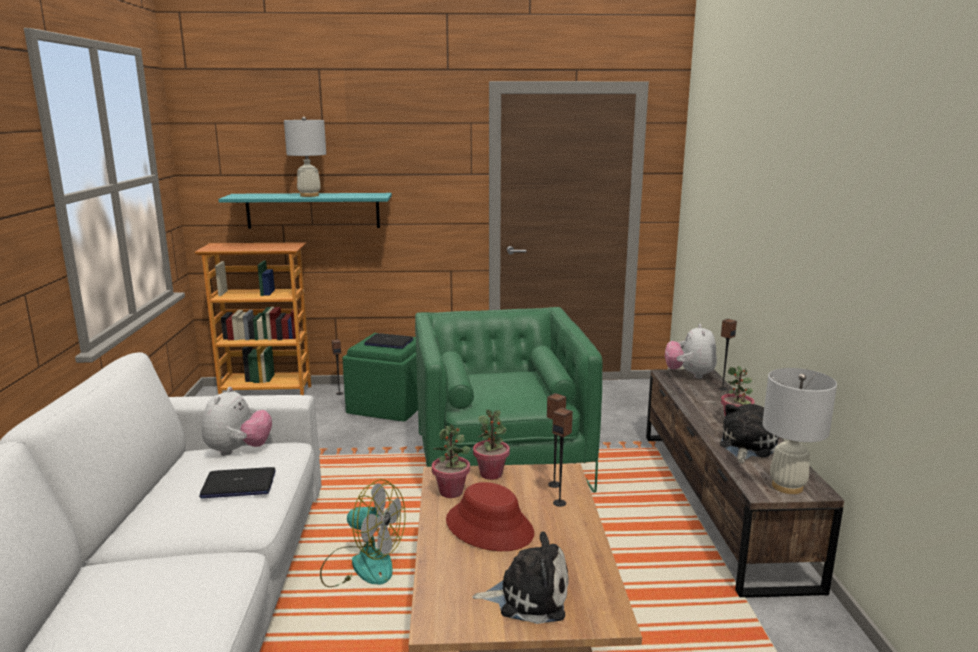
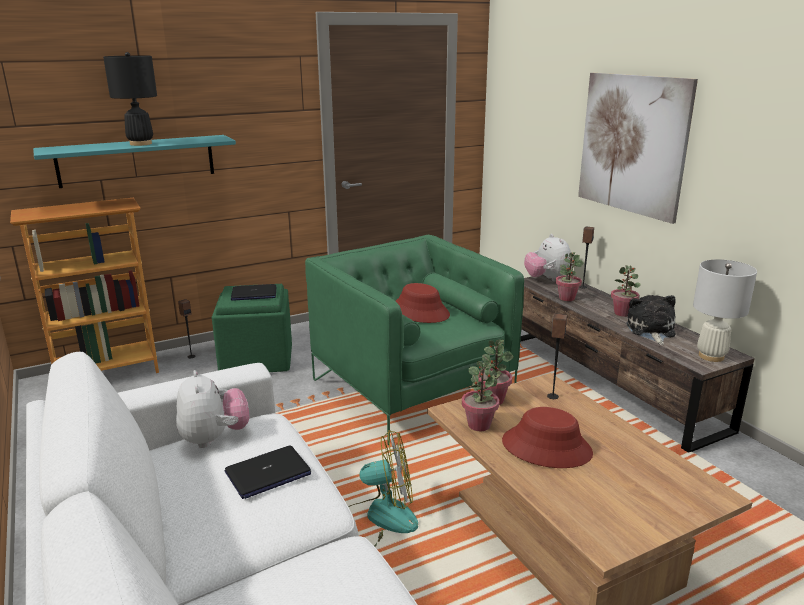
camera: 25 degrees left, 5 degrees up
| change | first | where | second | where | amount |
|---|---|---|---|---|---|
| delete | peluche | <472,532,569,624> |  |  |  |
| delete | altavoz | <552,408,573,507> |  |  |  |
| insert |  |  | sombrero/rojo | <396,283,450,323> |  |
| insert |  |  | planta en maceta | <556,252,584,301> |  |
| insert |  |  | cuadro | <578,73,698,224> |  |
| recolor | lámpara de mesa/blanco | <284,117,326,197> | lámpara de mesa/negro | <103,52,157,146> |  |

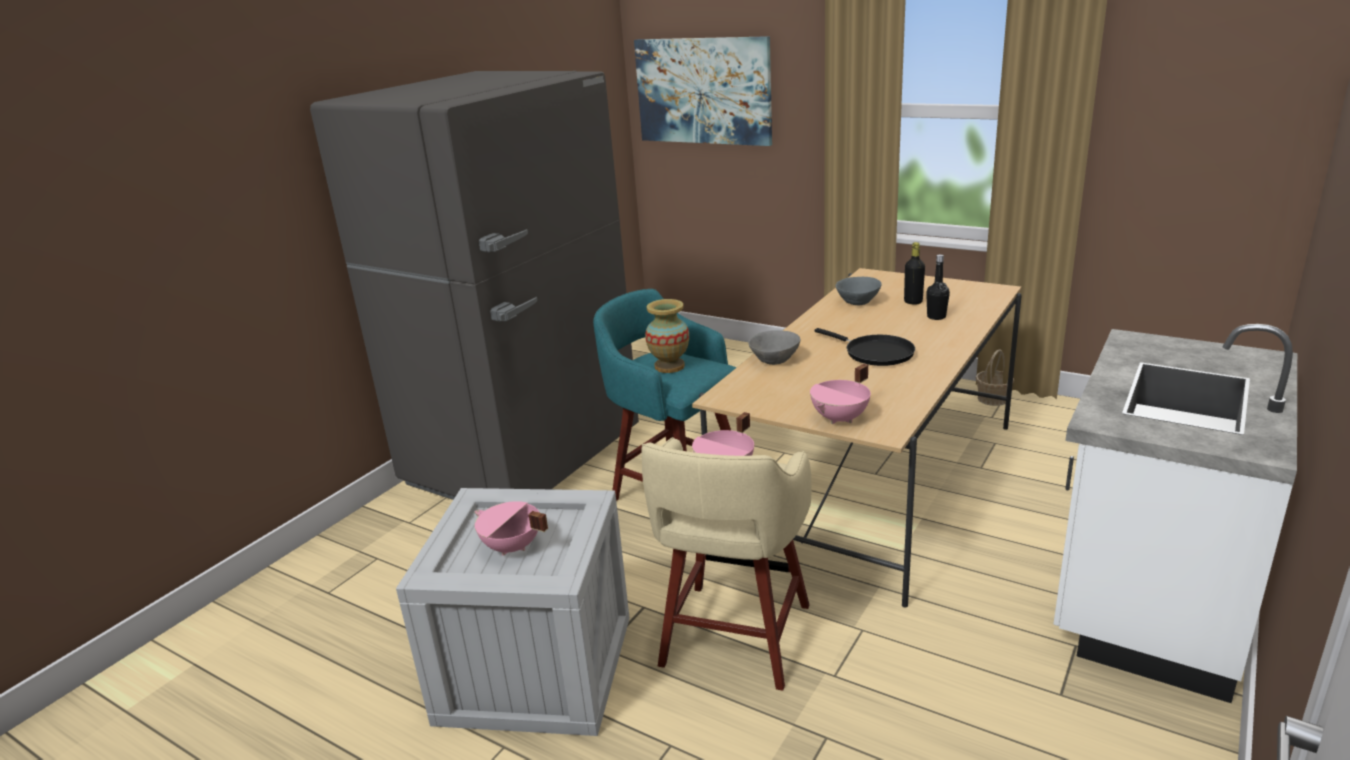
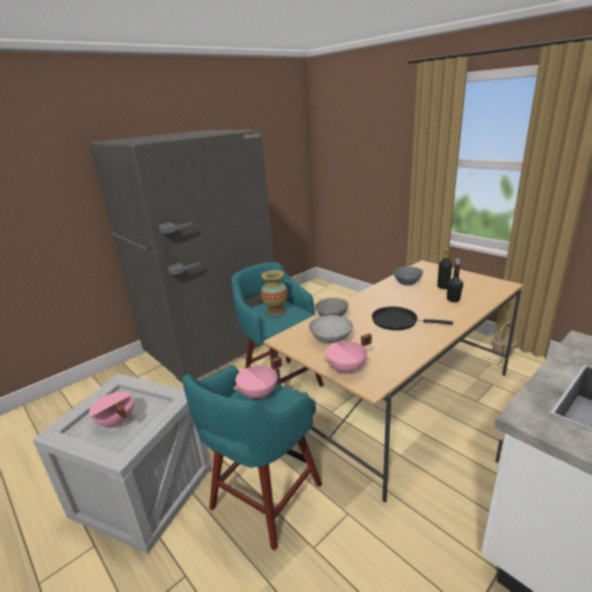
camera: 15 degrees right, 0 degrees up
| change | first | where | second | where | amount |
|---|---|---|---|---|---|
| delete | cuadro | <634,36,772,146> |  |  |  |
| insert |  |  | cuenco/gris | <309,315,353,343> |  |
| recolor | taburete/beis | <641,437,812,691> | taburete/turquesa | <182,365,322,551> |  |
| rotate | sartén/negro | <815,328,915,366> |  | <372,306,453,330> | 135 degrees clockwise |

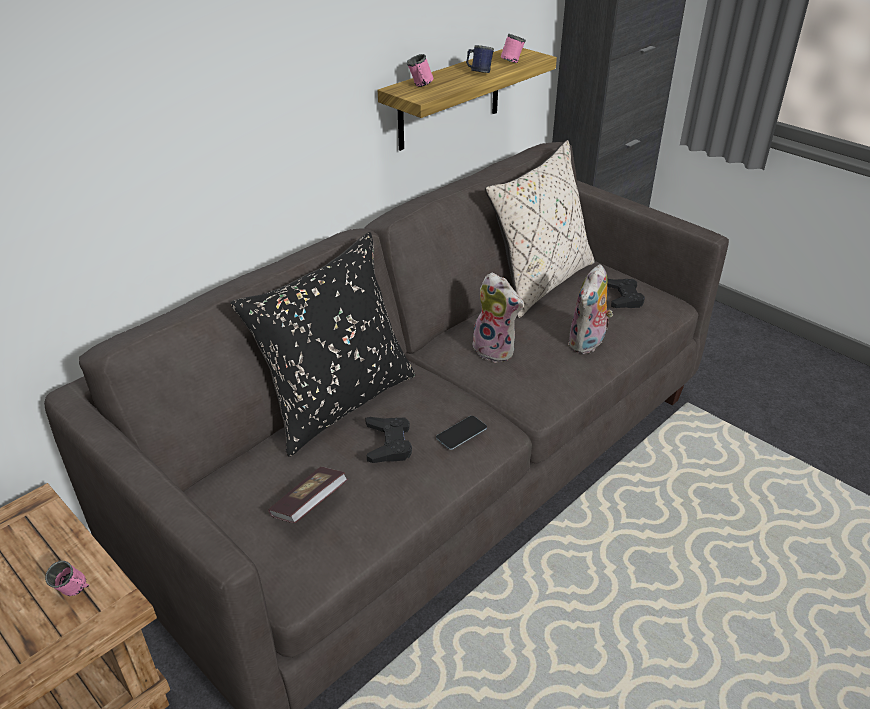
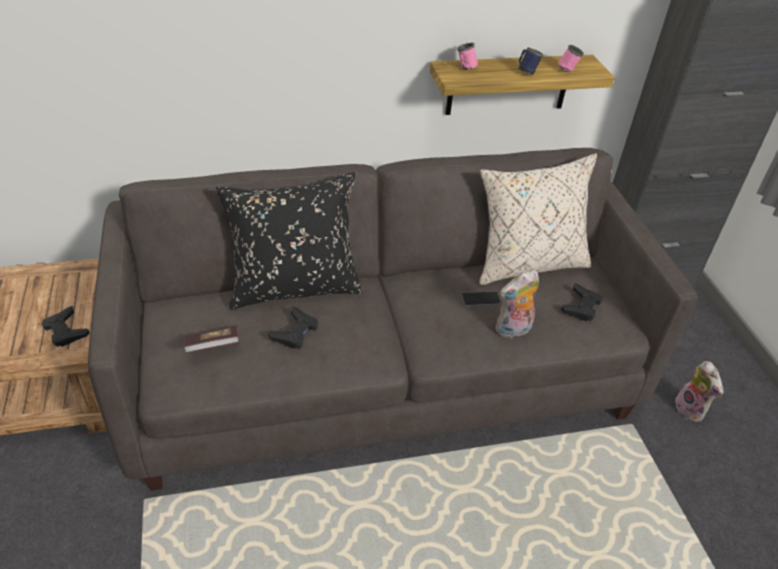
camera: 30 degrees right, 5 degrees up
| change | first | where | second | where | amount |
|---|---|---|---|---|---|
| move | móvil | <436,416,487,450> |  | <462,291,501,306> |  |
| move | peluche | <472,273,523,363> |  | <675,361,724,422> |  |
| replace | taza grande/rosa | <45,561,89,596> | mando de consola/negro | <42,306,90,347> |  |

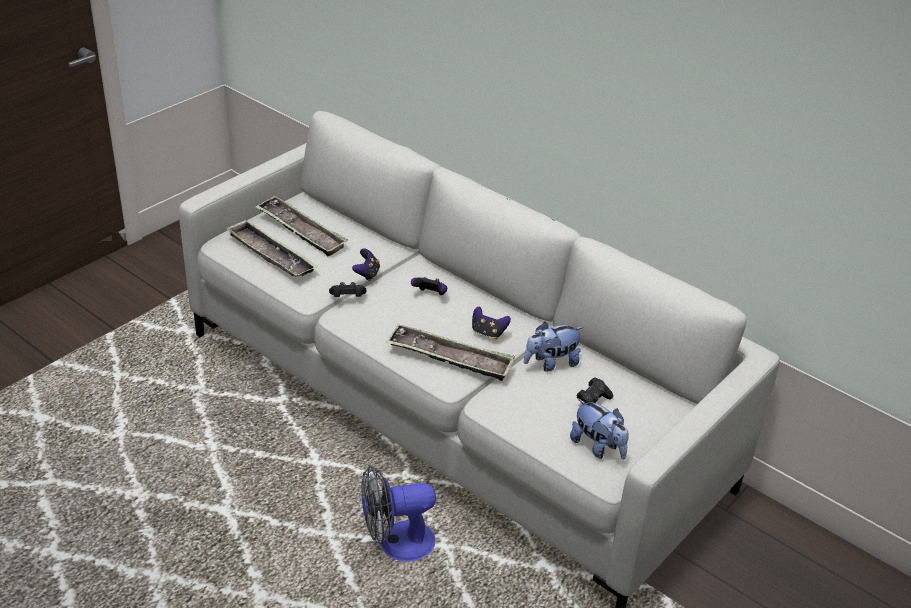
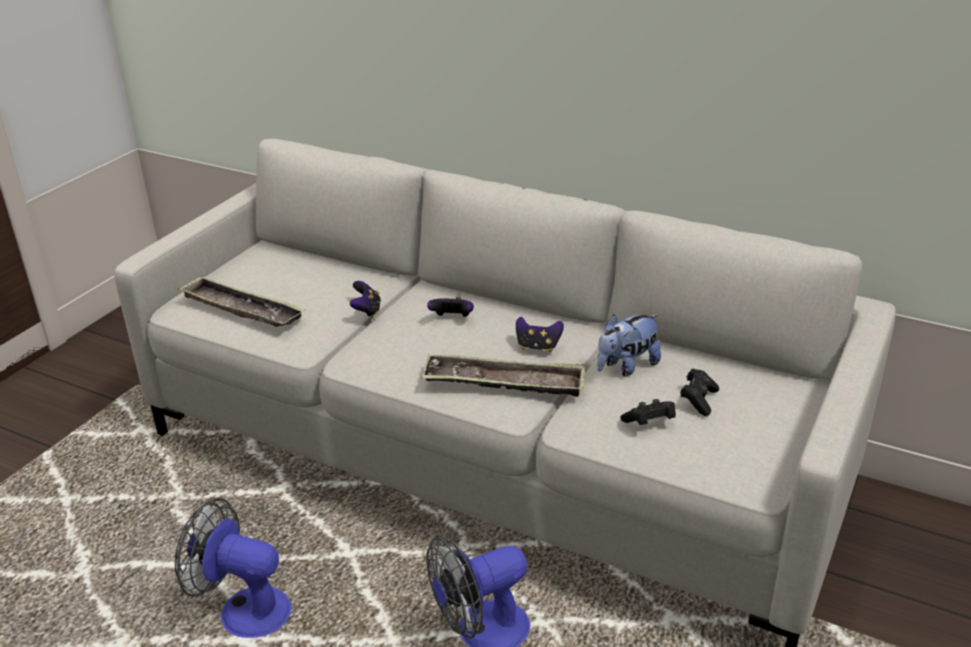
camera: 10 degrees left, 5 degrees down
| change | first | where | second | where | amount |
|---|---|---|---|---|---|
| delete | bandeja | <255,196,348,256> |  |  |  |
| delete | peluche | <570,399,629,459> |  |  |  |
| insert |  |  | ventilador | <175,498,292,638> |  |
| move | mando de consola/negro | <329,282,366,297> |  | <620,399,676,425> |  |

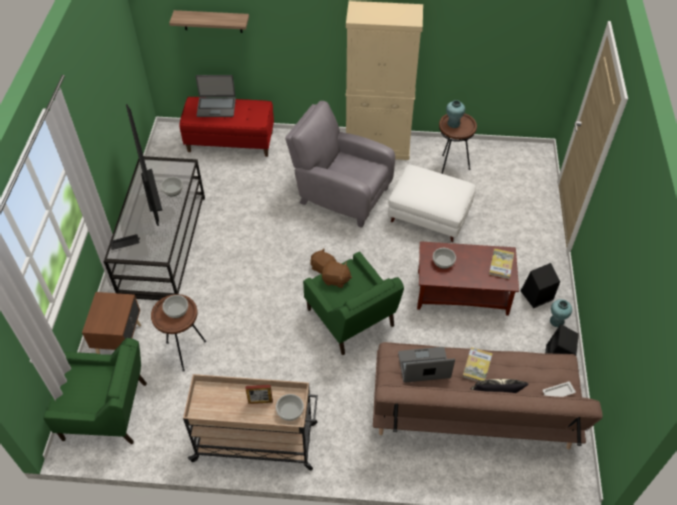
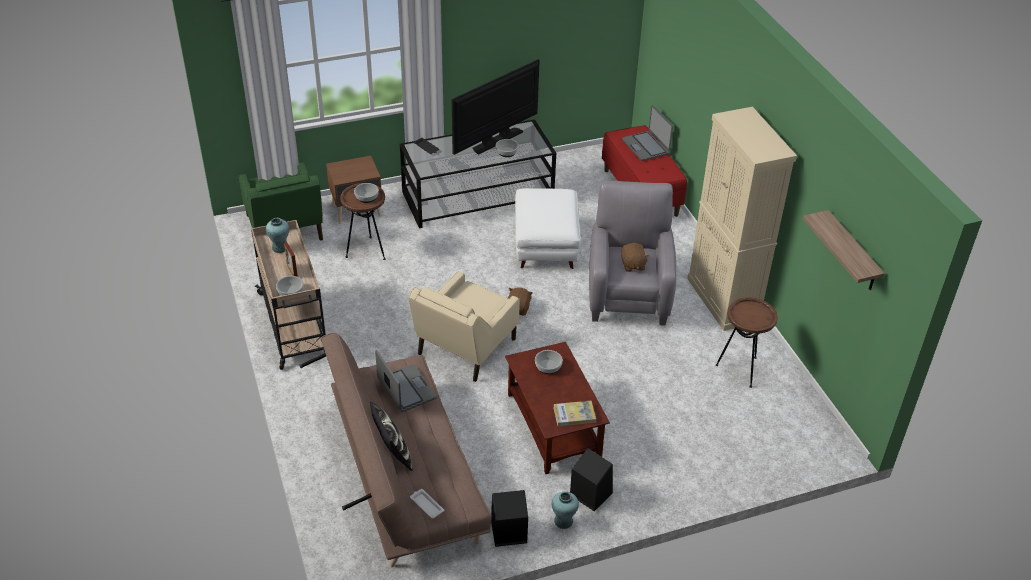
camera: 65 degrees right, 10 degrees down
| change | first | where | second | where | amount |
|---|---|---|---|---|---|
| delete | libro | <462,347,493,382> |  |  |  |
| move | estante | <169,10,249,33> |  | <803,210,885,290> |  |
| move | peluche/marrón | <322,261,352,288> |  | <621,243,649,272> |  |
| move | puf/blanco | <388,165,476,242> |  | <515,188,581,269> |  |
| move | florero/turquesa | <446,100,465,128> |  | <266,218,289,253> |  |
| recolor | sillón/verde | <303,252,404,355> | sillón/beis | <409,272,520,382> |  |

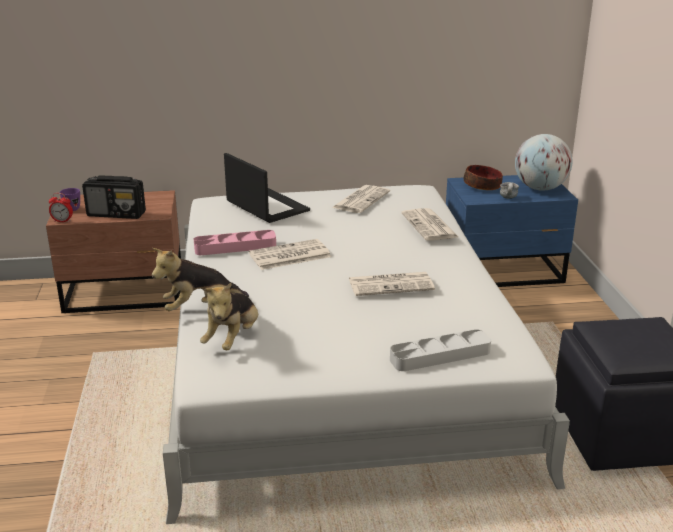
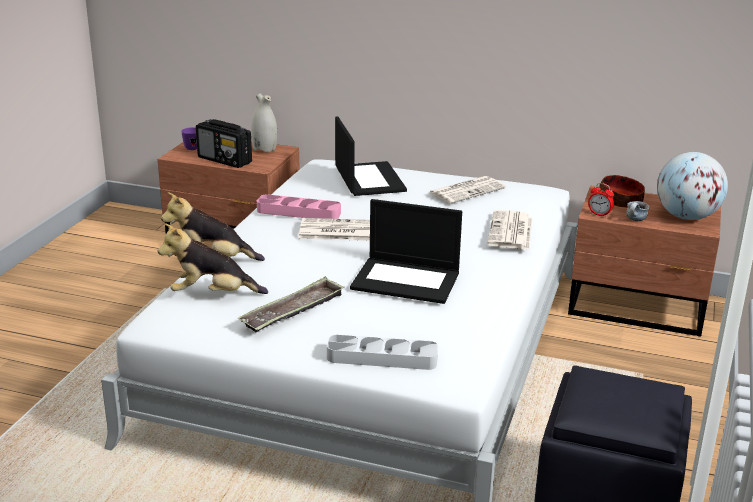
camera: 25 degrees right, 0 degrees up
| change | first | where | second | where | amount |
|---|---|---|---|---|---|
| insert |  |  | bandeja | <238,277,345,332> |  |
| insert |  |  | florero/blanco | <251,93,277,153> |  |
| move | despertador | <49,193,73,223> |  | <588,183,614,217> |  |
| replace | periódico | <349,272,435,296> | portátil | <350,199,462,304> |  |
| recolor | mesita de noche/azul | <446,175,578,287> | mesita de noche/marrón | <568,186,721,337> |  |
| rotate | peluche | <200,283,258,350> |  | <158,223,268,294> | 45 degrees clockwise |

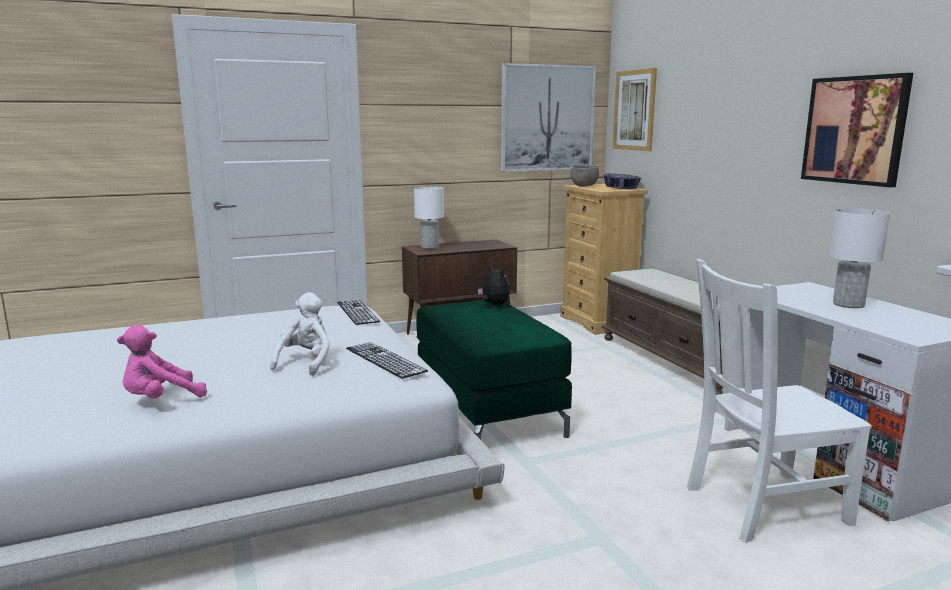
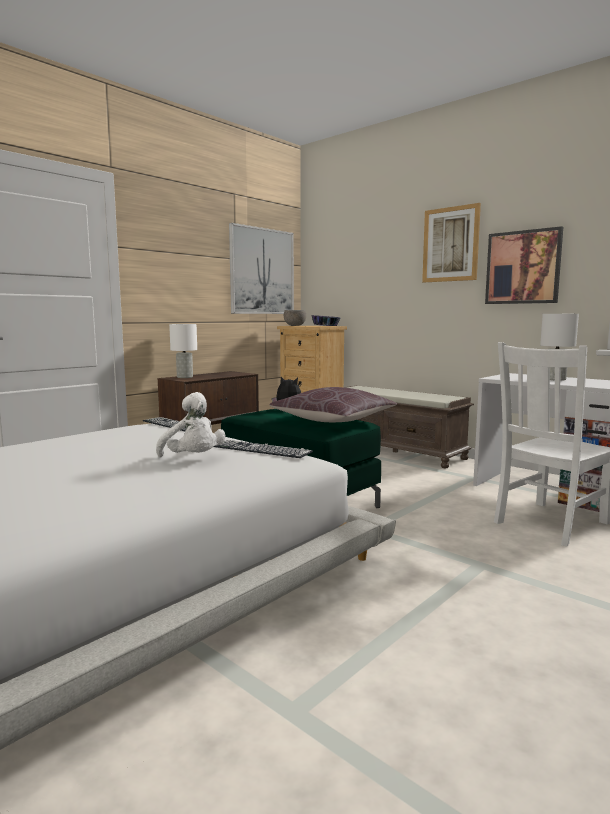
camera: 25 degrees left, 5 degrees down
| change | first | where | second | where | amount |
|---|---|---|---|---|---|
| delete | peluche/rosa | <117,325,207,398> |  |  |  |
| insert |  |  | cojín/marrón | <269,387,397,422> |  |
| move | cuadro | <613,68,657,151> |  | <422,203,481,283> |  |
| rotate | peluche/blanco | <270,292,330,376> |  | <156,392,225,457> | 150 degrees clockwise |

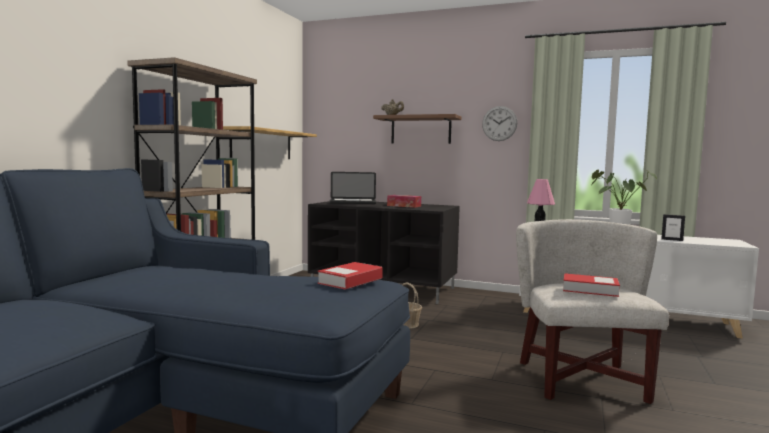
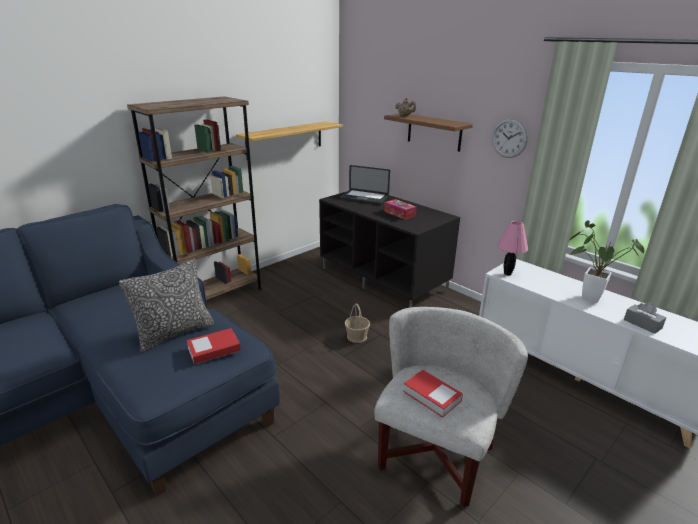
camera: 25 degrees right, 20 degrees up
| change | first | where | second | where | amount |
|---|---|---|---|---|---|
| insert |  |  | cojín | <119,259,214,352> |  |
| replace | portarretratos | <661,214,685,241> | caja de pañuelos/gris | <624,302,666,334> |  |

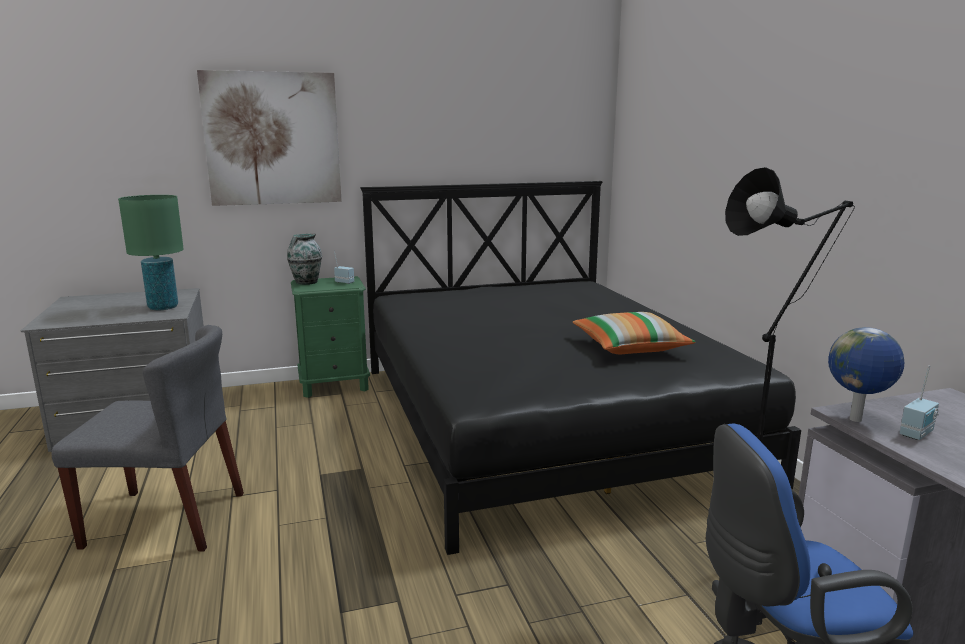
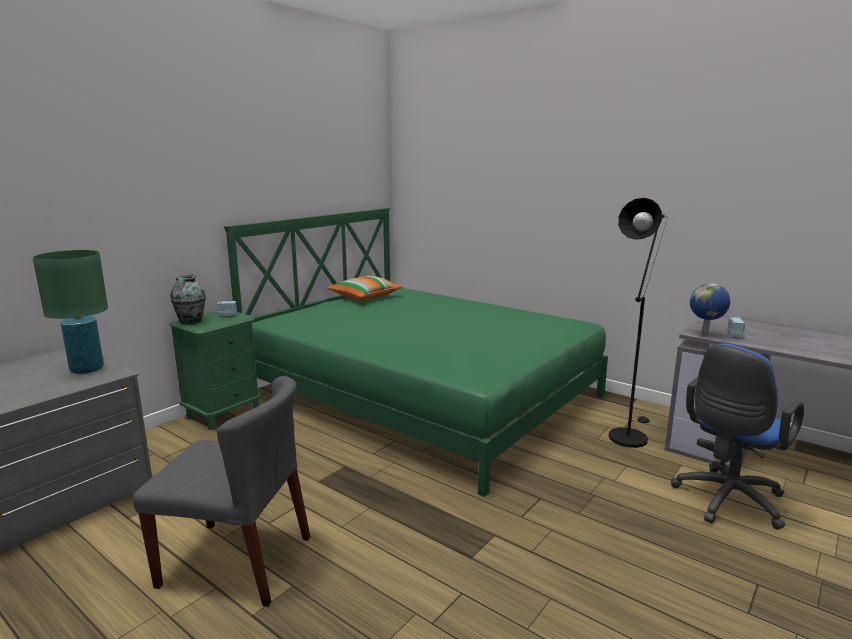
camera: 35 degrees left, 0 degrees up
| change | first | where | second | where | amount |
|---|---|---|---|---|---|
| delete | cuadro | <197,70,342,206> |  |  |  |
| move | cojín | <573,312,696,354> |  | <327,276,402,301> |  |
| recolor | cama/negro | <360,181,801,555> | cama/verde | <224,208,608,497> |  |
| rotate | silla/gris | <52,325,244,551> |  | <133,376,310,607> | 45 degrees clockwise |

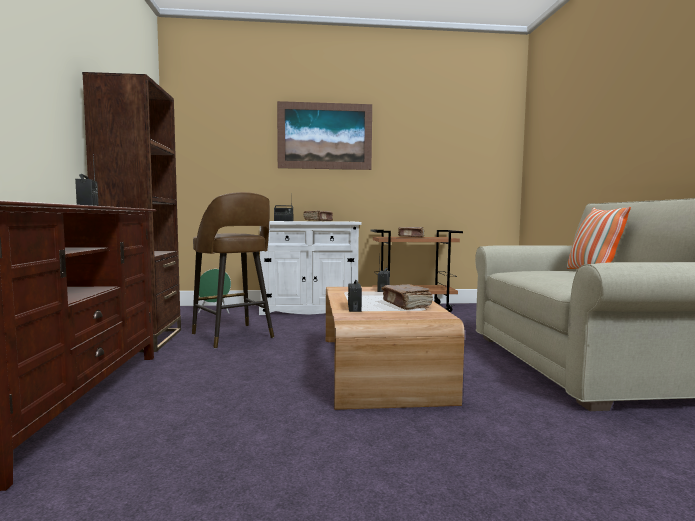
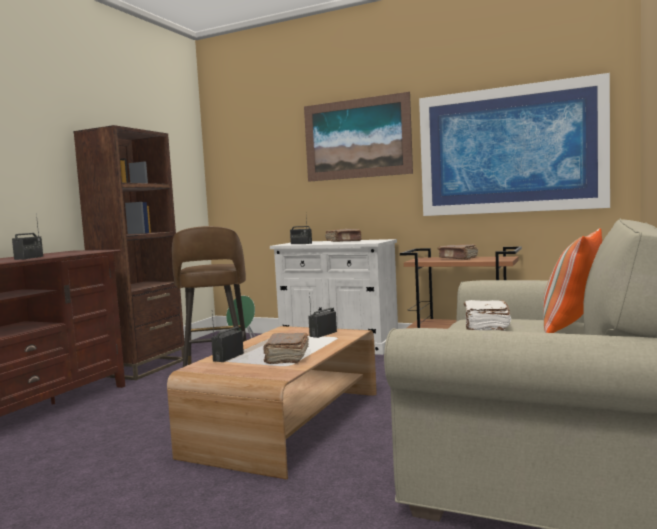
camera: 30 degrees right, 0 degrees up
| change | first | where | second | where | amount |
|---|---|---|---|---|---|
| insert |  |  | cuadro | <419,73,610,216> |  |
| insert |  |  | libro/blanco | <464,300,511,330> |  |

